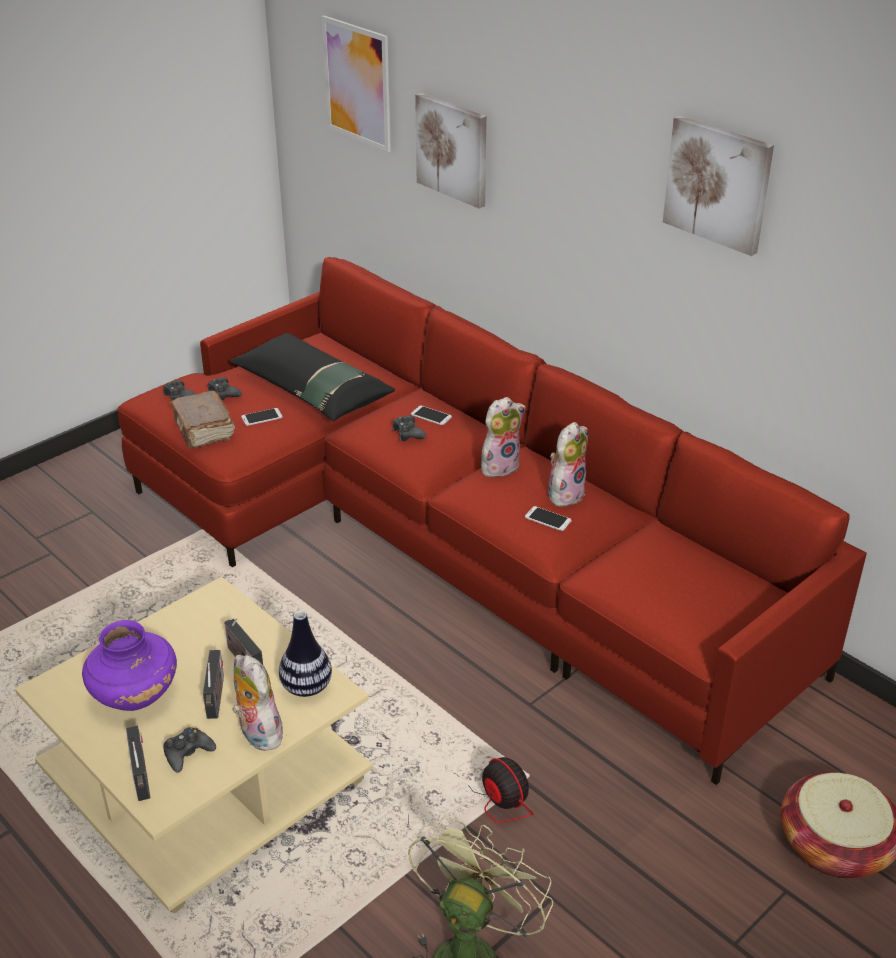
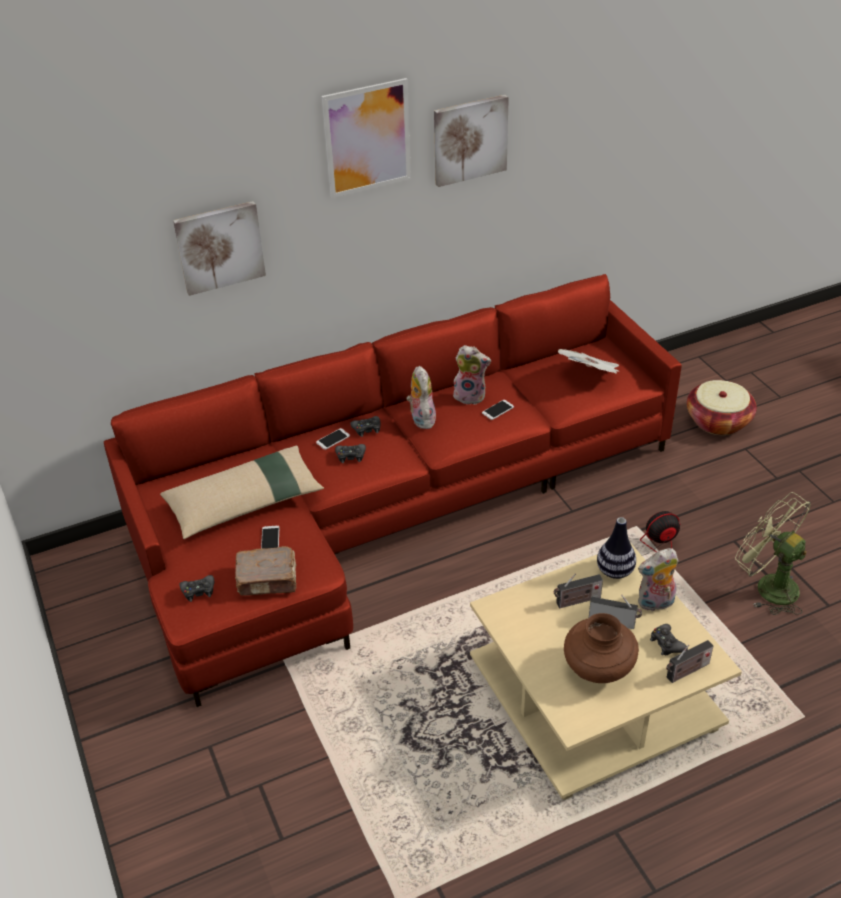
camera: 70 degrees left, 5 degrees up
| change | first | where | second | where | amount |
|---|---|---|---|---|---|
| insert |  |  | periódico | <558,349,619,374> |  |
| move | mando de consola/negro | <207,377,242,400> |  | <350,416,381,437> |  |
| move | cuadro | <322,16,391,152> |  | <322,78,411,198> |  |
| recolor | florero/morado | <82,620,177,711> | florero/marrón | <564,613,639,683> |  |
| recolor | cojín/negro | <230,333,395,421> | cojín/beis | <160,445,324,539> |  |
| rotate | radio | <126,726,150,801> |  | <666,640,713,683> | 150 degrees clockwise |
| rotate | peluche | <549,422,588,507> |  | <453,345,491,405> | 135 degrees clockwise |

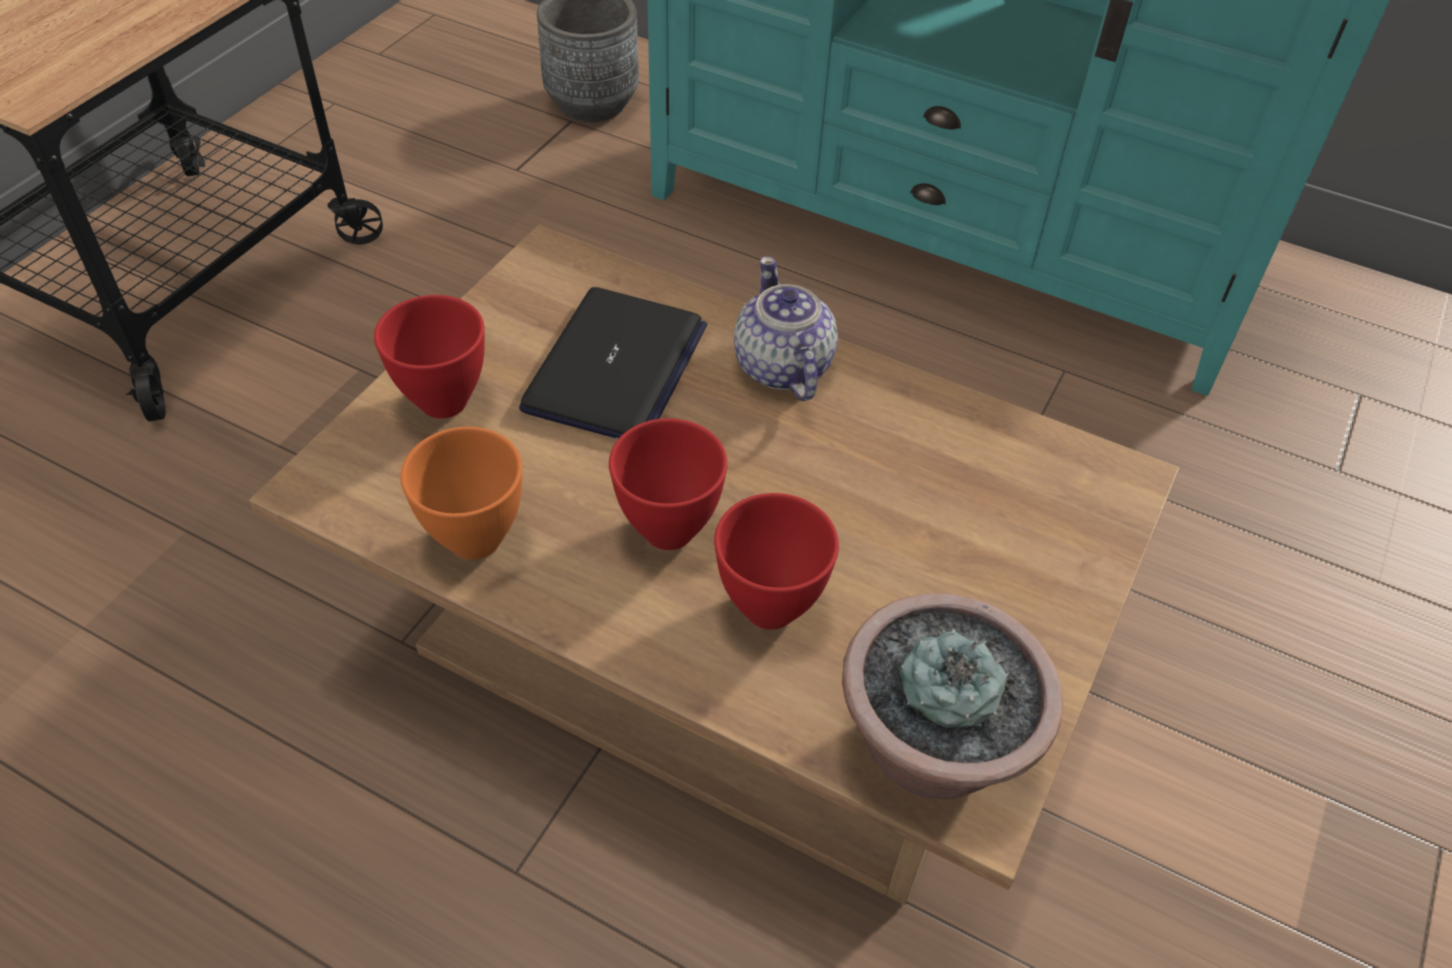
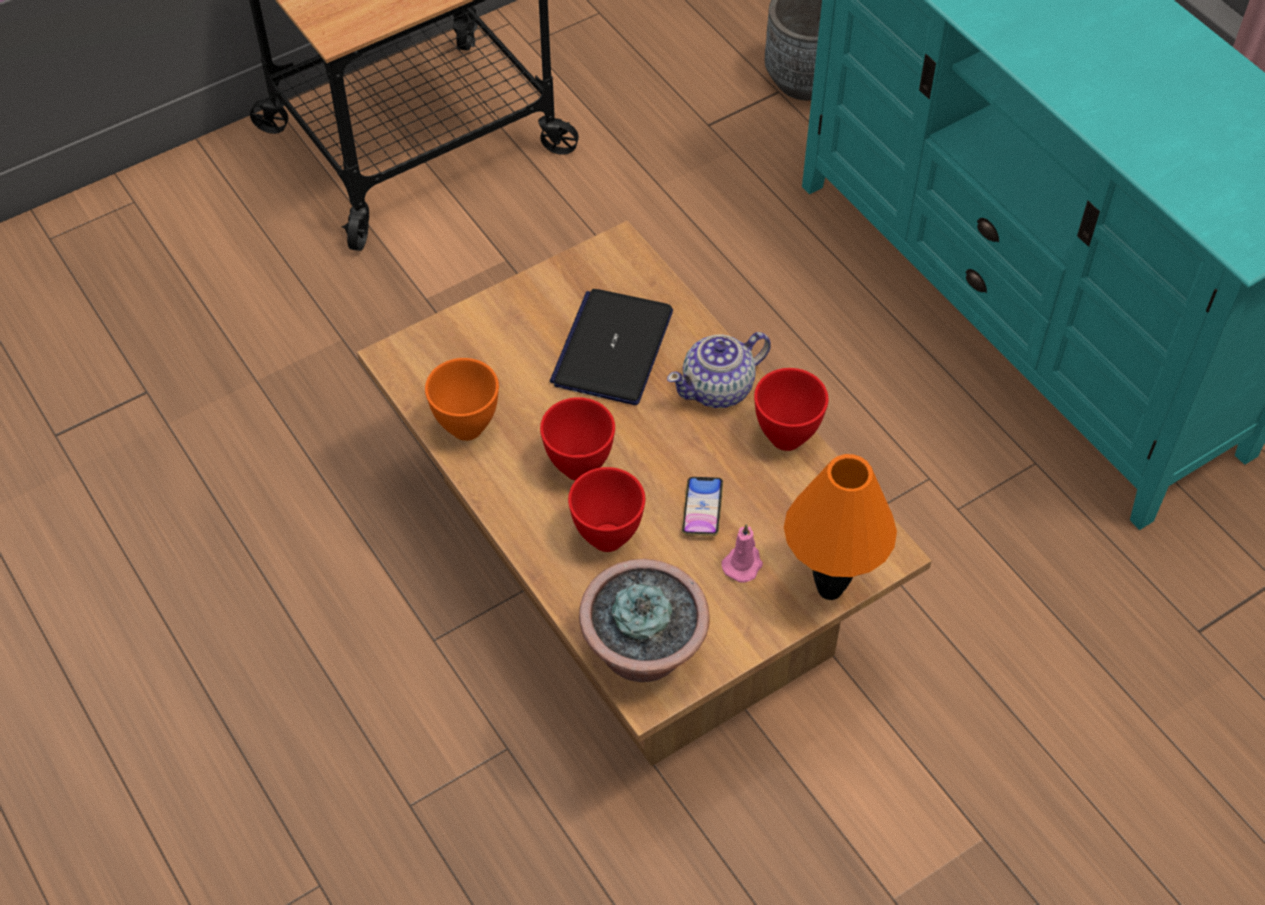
camera: 30 degrees right, 5 degrees up
| change | first | where | second | where | amount |
|---|---|---|---|---|---|
| insert |  |  | móvil | <682,477,723,536> |  |
| insert |  |  | vela/rosa | <721,524,763,583> |  |
| insert |  |  | lámpara de mesa/naranja | <784,454,897,600> |  |
| move | cuenco/rojo | <374,295,484,419> |  | <754,368,828,451> |  |
| rotate | portátil | <519,287,707,439> |  | <550,289,673,405> | 150 degrees clockwise |
| rotate | tetera | <734,256,838,401> |  | <667,332,771,408> | 135 degrees counterclockwise |

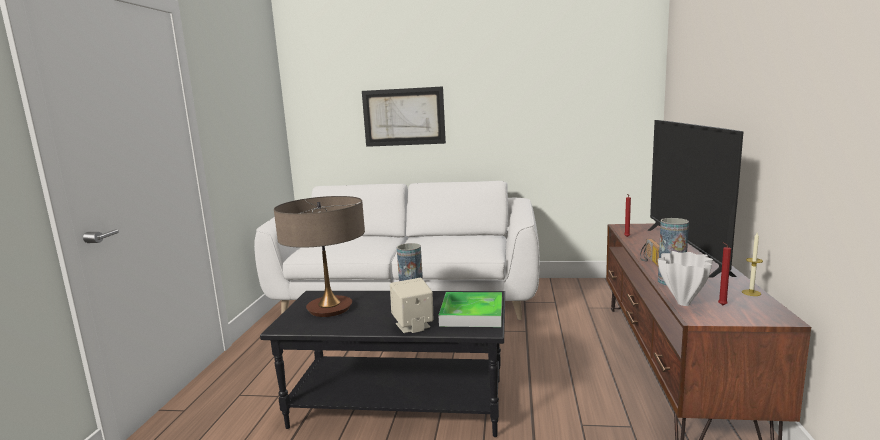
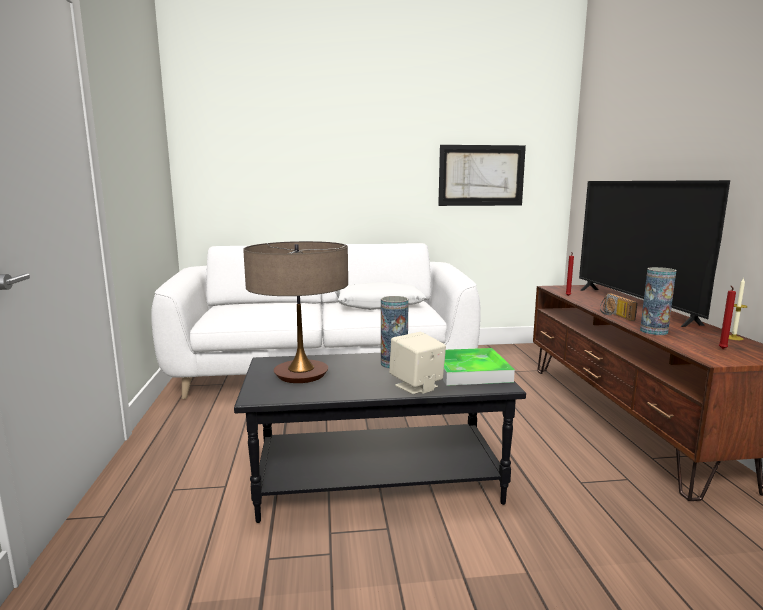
camera: 15 degrees left, 0 degrees up
| change | first | where | second | where | amount |
|---|---|---|---|---|---|
| delete | florero/blanco | <658,251,713,306> |  |  |  |
| insert |  |  | cojín/blanco | <335,282,426,310> |  |
| move | cuadro | <362,86,446,147> |  | <438,145,526,206> |  |

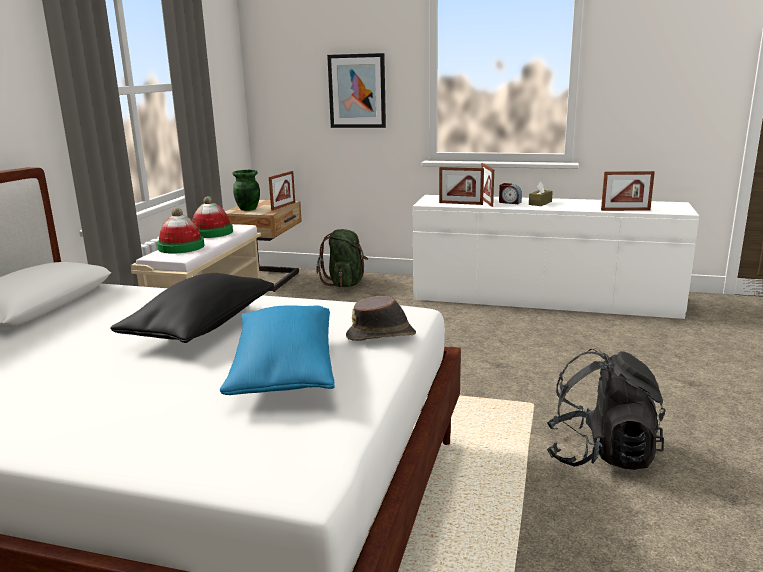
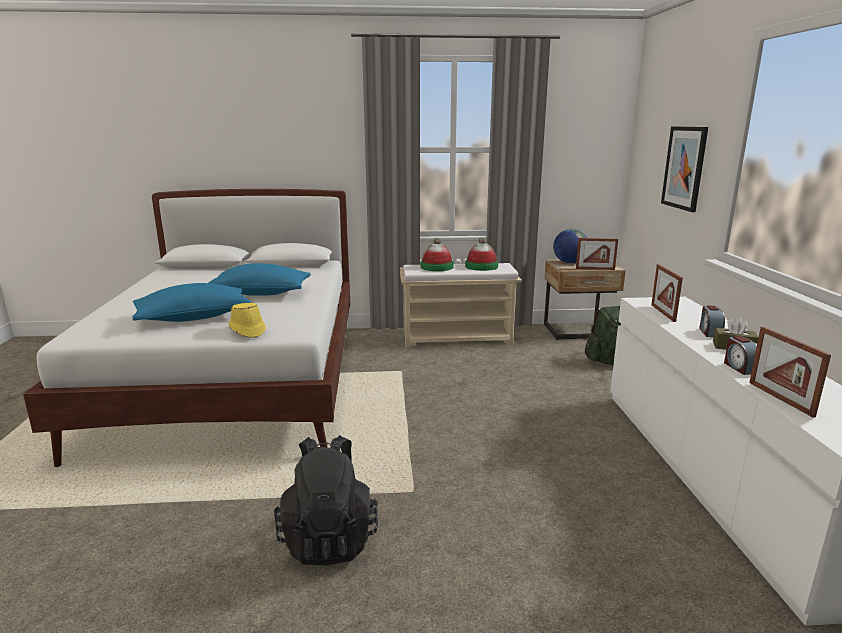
camera: 70 degrees right, 0 degrees up
| change | first | where | second | where | amount |
|---|---|---|---|---|---|
| delete | portarretratos | <481,163,494,207> |  |  |  |
| insert |  |  | despertador | <724,336,757,375> |  |
| replace | florero/verde | <232,170,260,211> | globo terráqueo | <553,229,587,263> |  |
| recolor | cojín/negro | <110,273,274,343> | cojín/azul | <209,263,311,296> |  |
| recolor | sombrero/marrón | <346,296,416,341> | sombrero/amarillo | <228,303,266,338> |  |

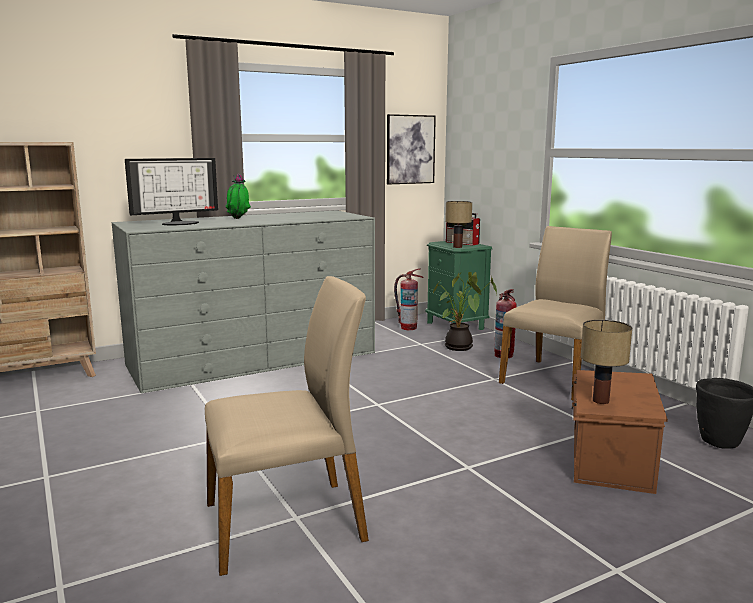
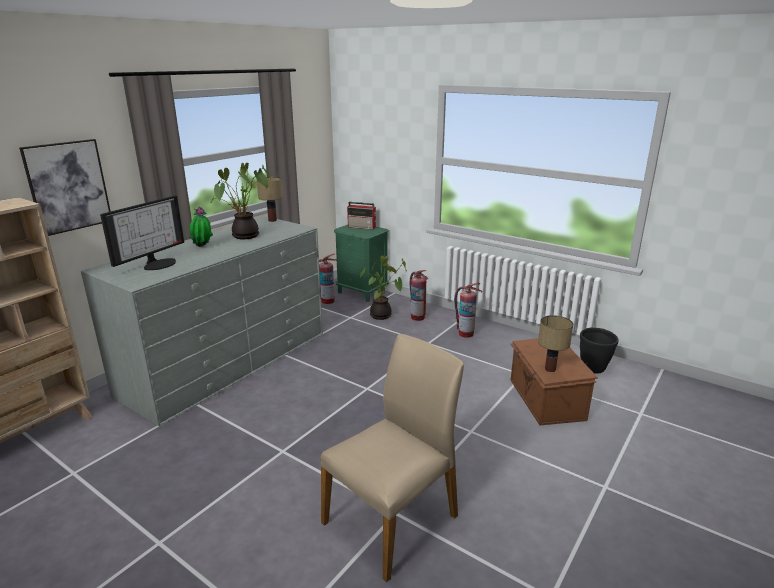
camera: 25 degrees left, 10 degrees up
| change | first | where | second | where | amount |
|---|---|---|---|---|---|
| insert |  |  | planta en maceta | <211,163,271,239> |  |
| move | cuadro | <387,114,436,184> |  | <19,139,111,236> |  |
| move | lámpara de mesa | <445,201,472,248> |  | <257,177,283,222> |  |
| replace | silla/beis | <499,226,612,401> | extintor | <454,283,482,338> |  |

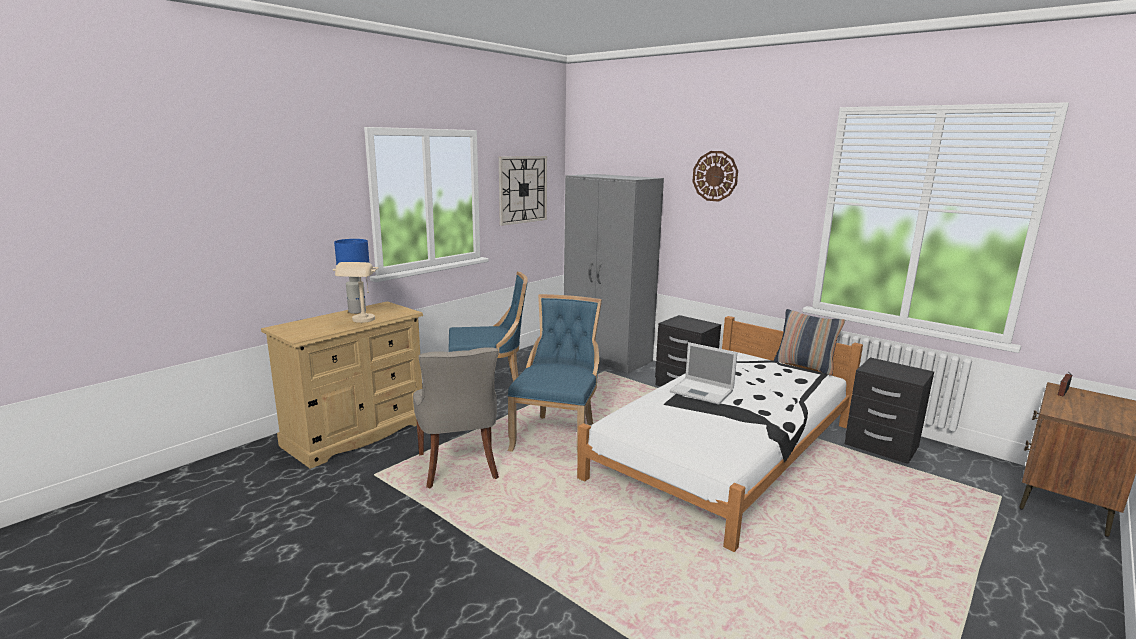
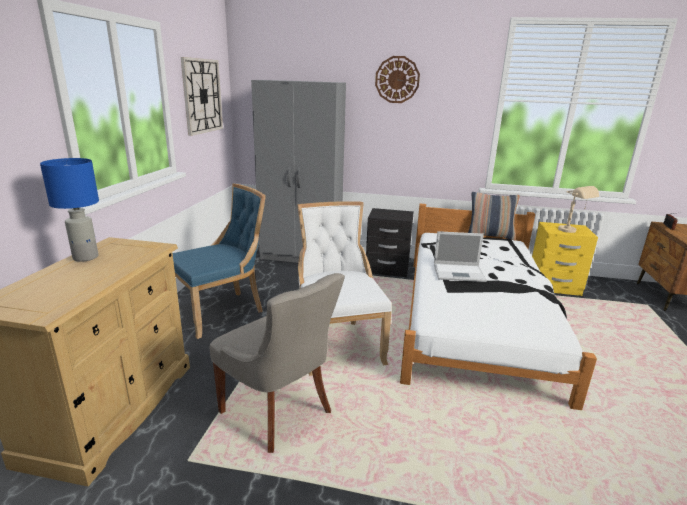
camera: 30 degrees left, 5 degrees up
| change | first | where | second | where | amount |
|---|---|---|---|---|---|
| move | lámpara de mesa/beis | <333,262,379,323> |  | <558,186,599,233> |  |
| recolor | silla/azul | <508,294,602,456> | silla/blanco | <297,201,392,376> |  |
| recolor | mesita de noche/negro | <845,357,934,464> | mesita de noche/amarillo | <532,222,598,296> |  |

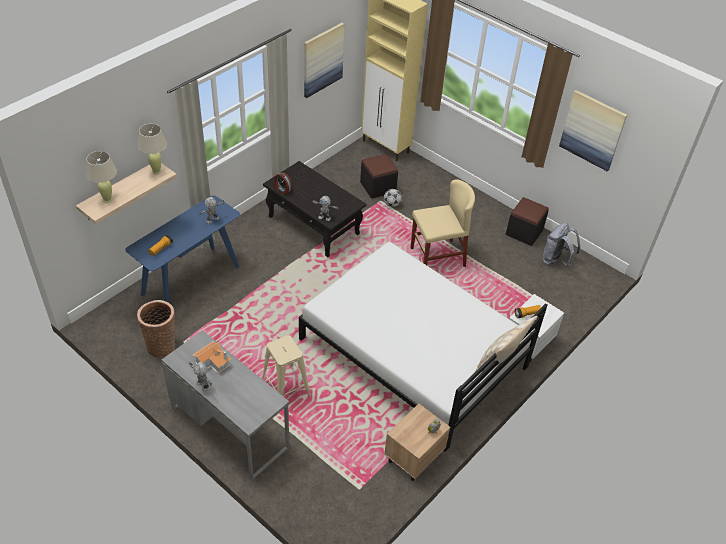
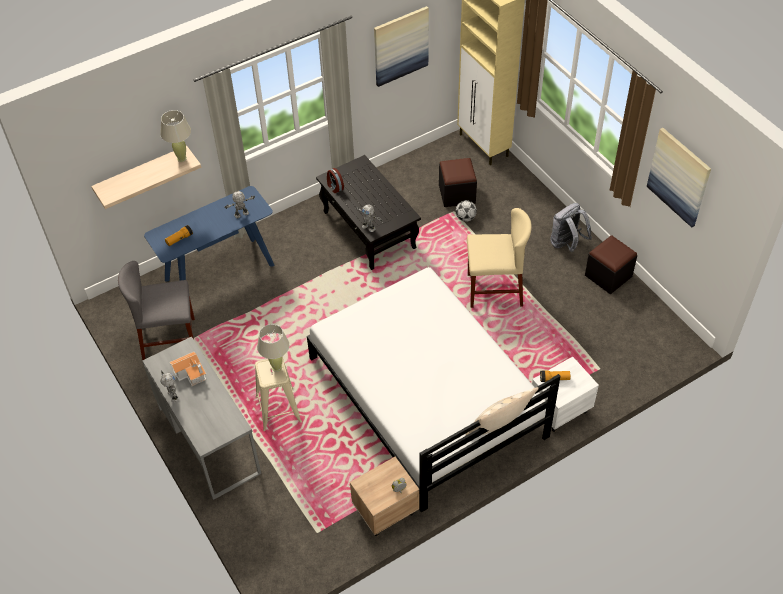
camera: 20 degrees right, 5 degrees up
| change | first | where | second | where | amount |
|---|---|---|---|---|---|
| move | lámpara de mesa/beis | <86,151,117,203> |  | <257,324,290,372> |  |
| move | mochila/gris | <543,223,580,267> |  | <550,203,592,252> |  |
| replace | cesta | <137,300,175,358> | silla/gris | <118,261,195,360> |  |

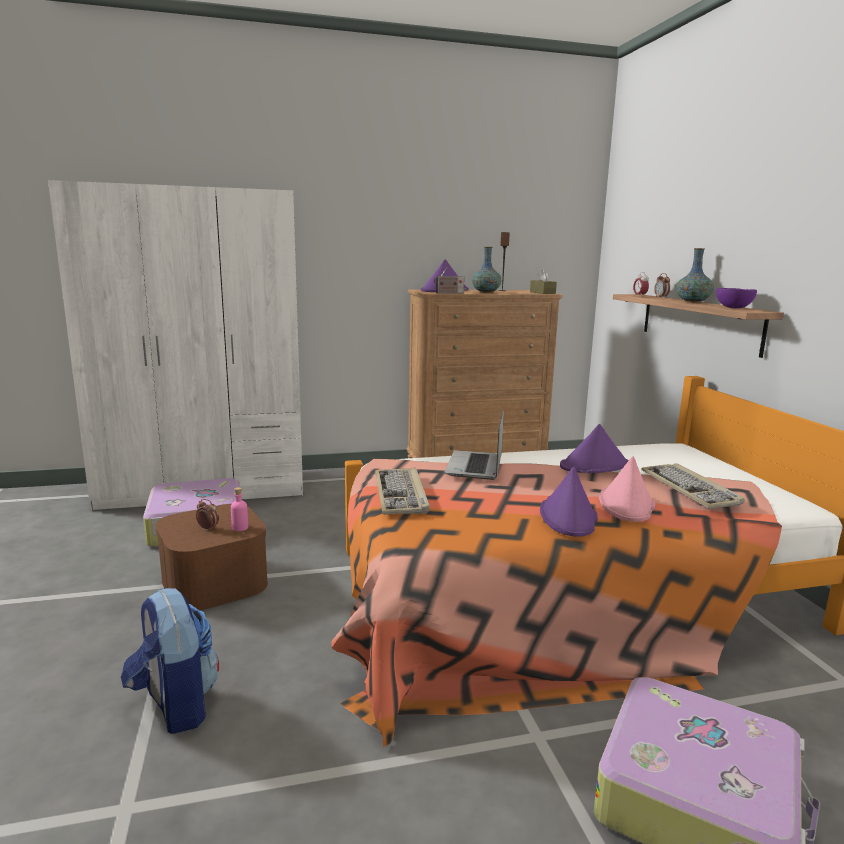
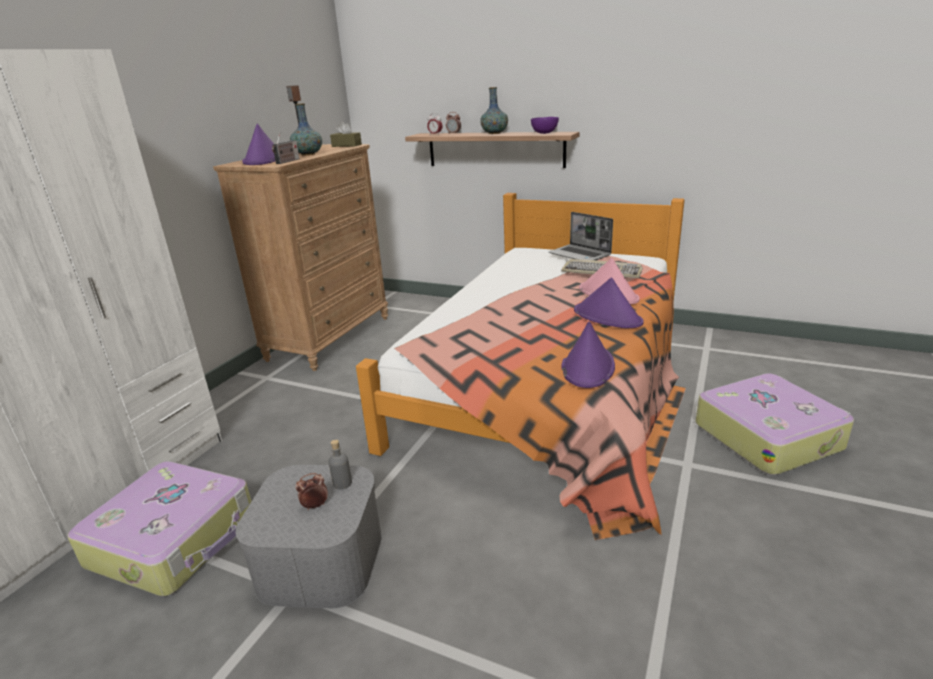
camera: 50 degrees left, 10 degrees up
| change | first | where | second | where | amount |
|---|---|---|---|---|---|
| delete | mochila | <121,588,219,734> |  |  |  |
| delete | teclado | <375,468,430,515> |  |  |  |
| move | portátil | <445,411,504,480> |  | <549,212,613,260> |  |
| move | sombrero/morado | <560,424,629,473> |  | <562,322,615,388> |  |
| recolor | caja de almacenaje/marrón | <155,504,268,610> | caja de almacenaje/gris | <236,465,382,608> |  |
| recolor | botella/rosa | <231,487,248,531> | botella/gris | <329,440,352,490> |  |

